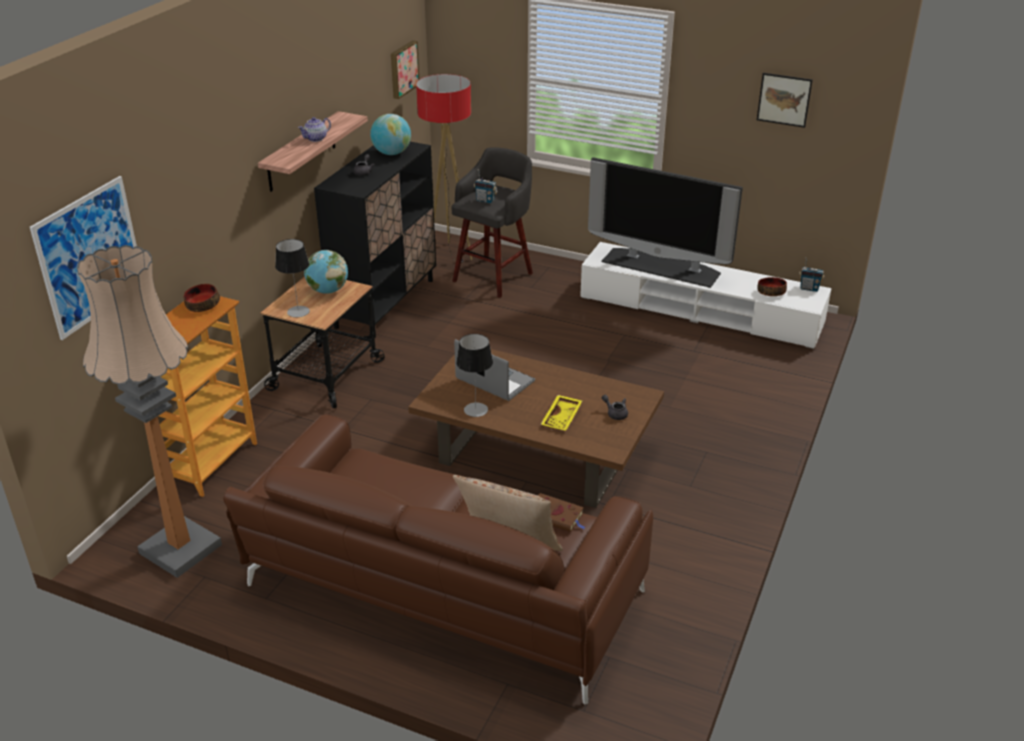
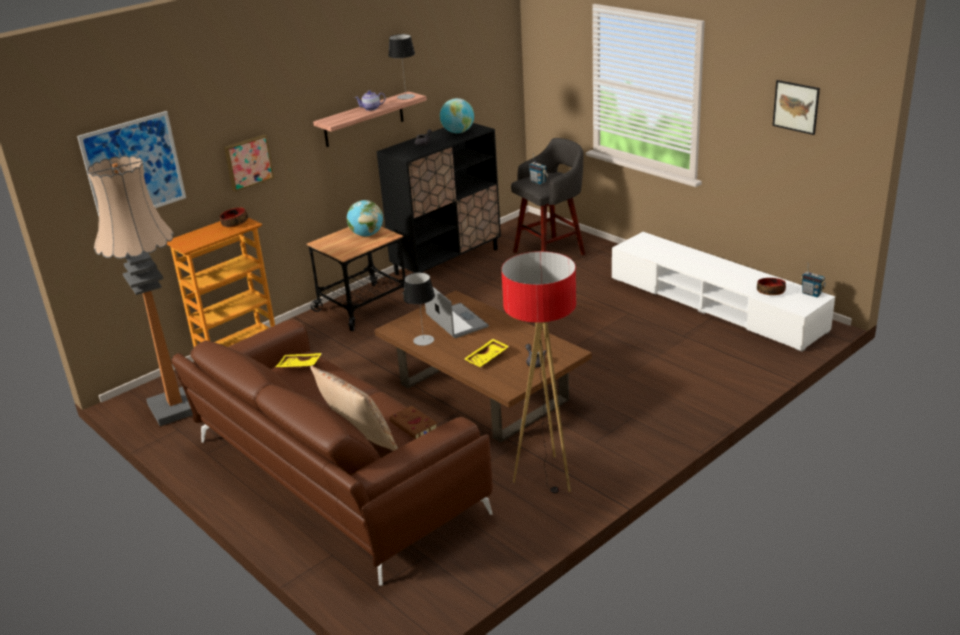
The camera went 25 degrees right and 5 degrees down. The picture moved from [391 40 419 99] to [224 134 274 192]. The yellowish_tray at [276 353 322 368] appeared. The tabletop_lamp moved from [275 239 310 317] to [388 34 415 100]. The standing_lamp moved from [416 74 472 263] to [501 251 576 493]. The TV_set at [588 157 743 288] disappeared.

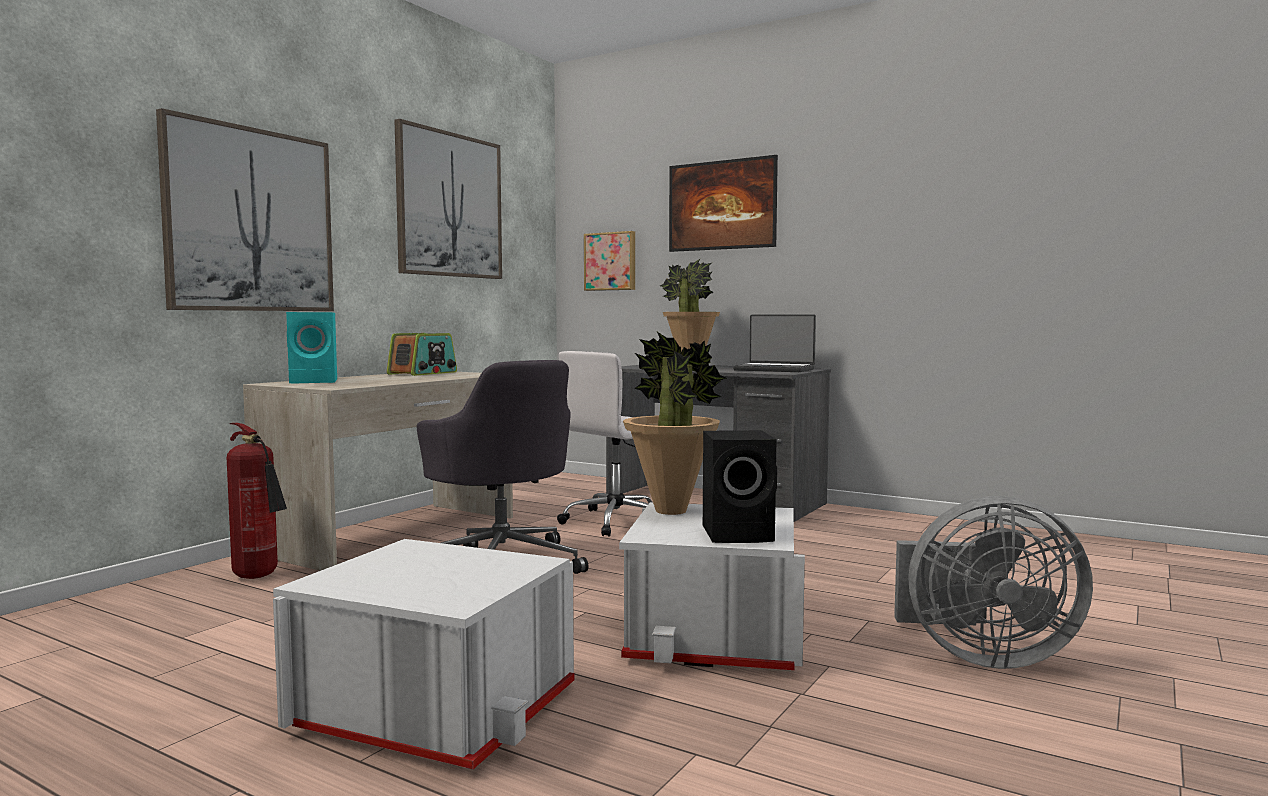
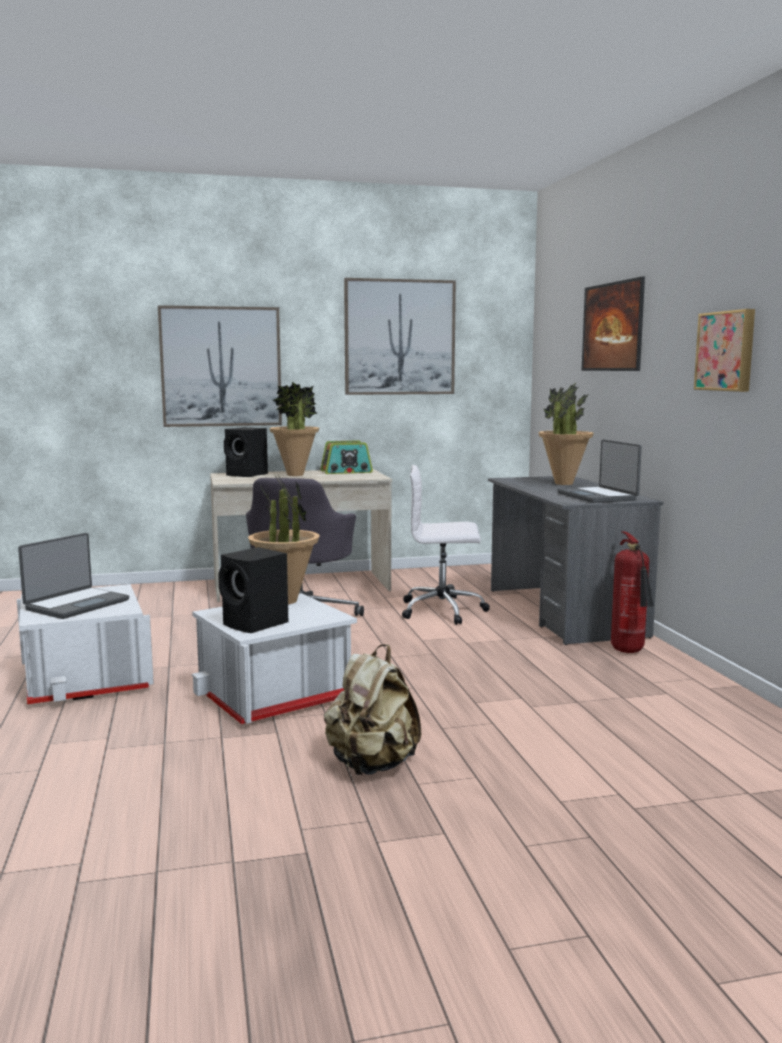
The camera went 45 degrees right and 5 degrees up. The laptop at [18 533 129 619] appeared. The turquoise-coloured_loudspeaker at [286 312 337 384] became the black_loudspeaker at [224 427 268 477]. The plant_in_a_pot at [269 381 319 476] appeared. The grey_electric_fan at [894 496 1093 669] was replaced by the beige-coloured_backpack at [324 644 421 775]. The fire-fighting_cylinder moved from [227 423 287 579] to [611 531 653 653]. The picture moved from [584 231 635 291] to [694 309 755 392].

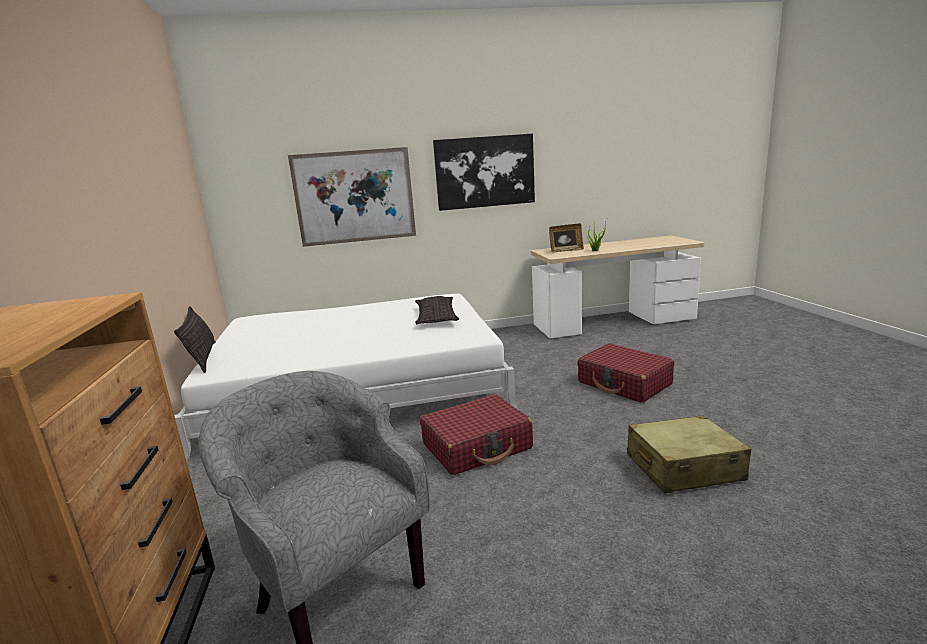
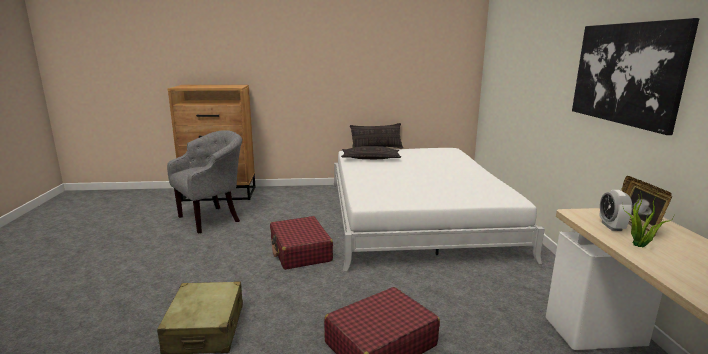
The camera went 95 degrees right and 0 degrees up. The cushion moved from [415 296 459 324] to [341 146 401 159]. The table_clock at [599 190 633 231] appeared. The picture at [288 147 416 247] disappeared.

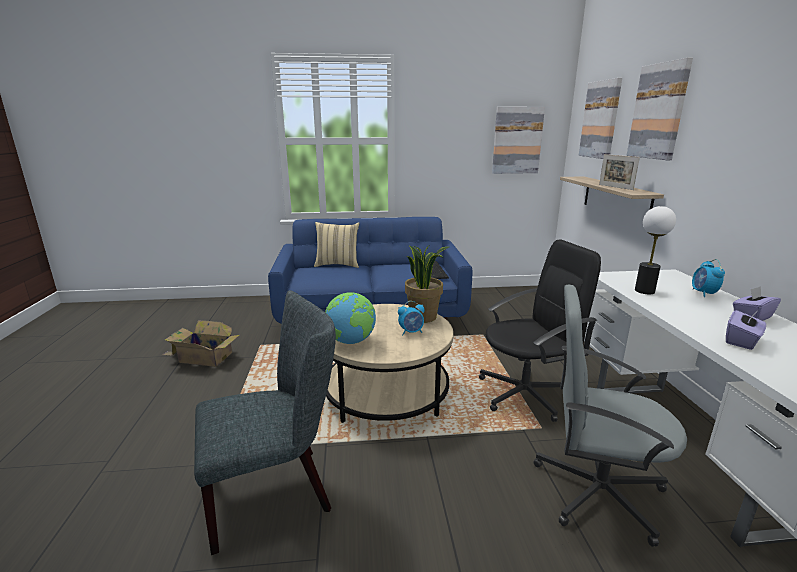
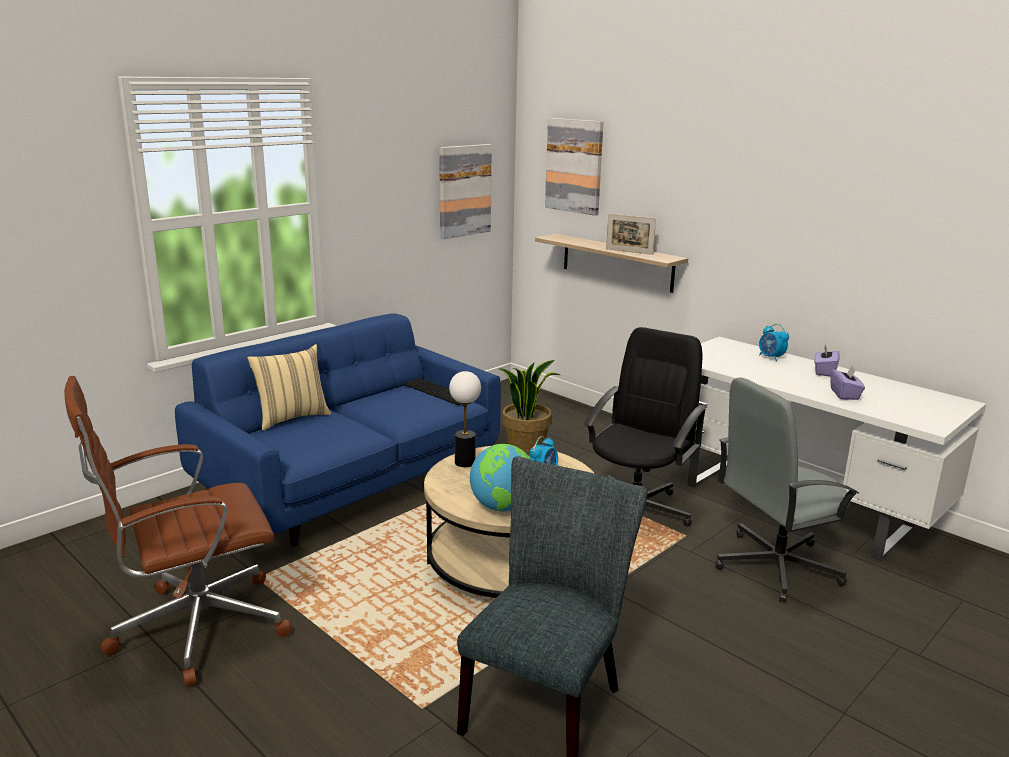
The camera went 40 degrees left and 0 degrees up. The carton at [162 320 240 367] was replaced by the brownish_office_chair at [64 376 292 687]. The tabletop_lamp moved from [635 206 676 294] to [449 371 481 467]. The picture at [627 58 693 160] disappeared.

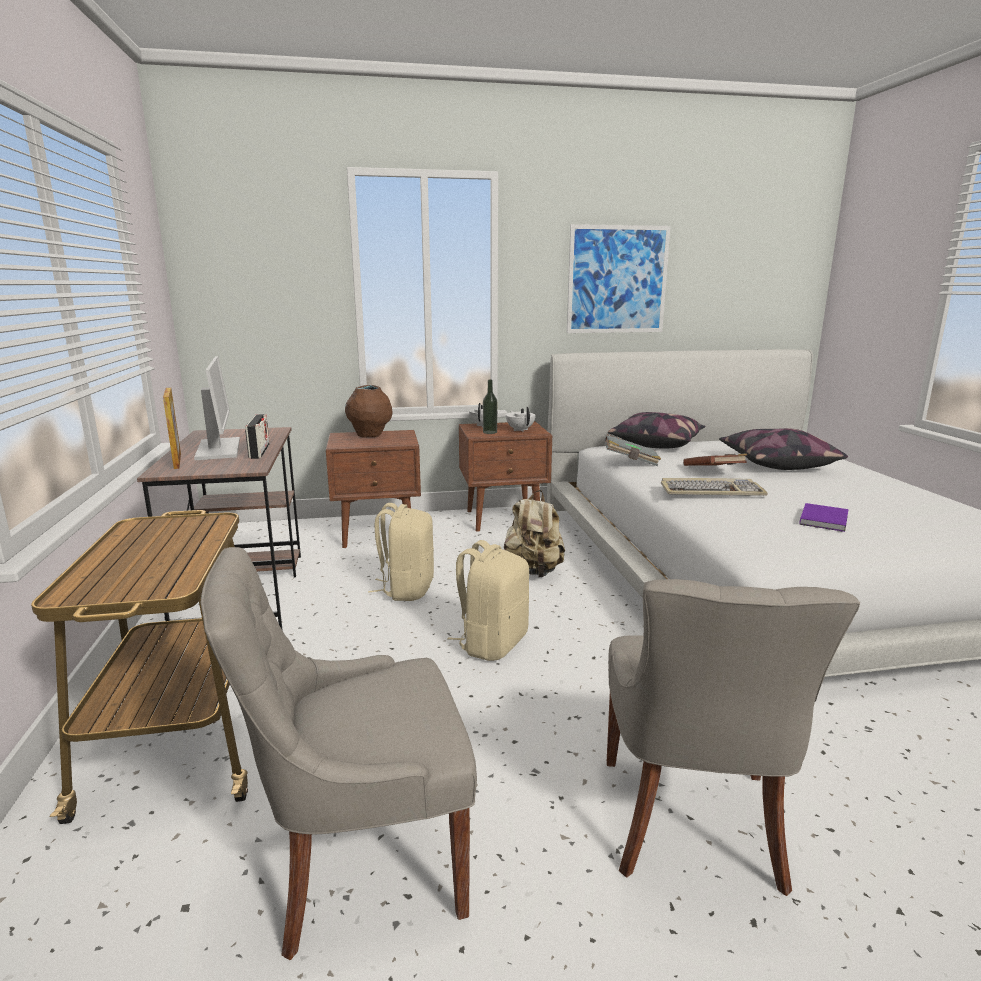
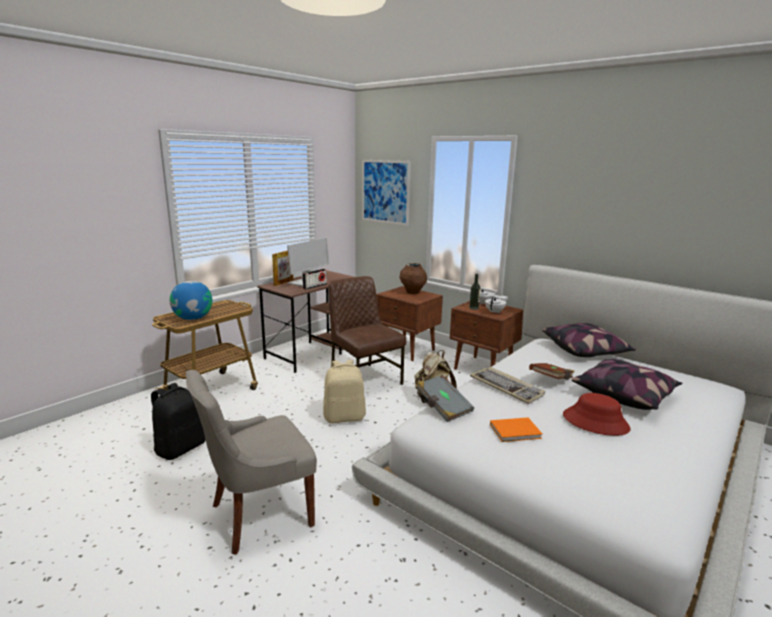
The camera went 50 degrees right and 0 degrees up. The grey_chair at [201 547 477 960] was replaced by the black_backpack at [151 383 205 460]. The world_globe at [170 281 212 320] appeared. The beige-coloured_backpack at [368 503 434 601] was replaced by the brownish_chair at [329 276 406 385]. The picture moved from [567 224 671 333] to [362 160 410 226]. The grey_book moved from [604 435 661 466] to [417 375 474 422]. The purple_book at [799 503 849 532] became the orange-coloured_book at [490 417 542 442]. The red_hat at [563 393 631 436] appeared.

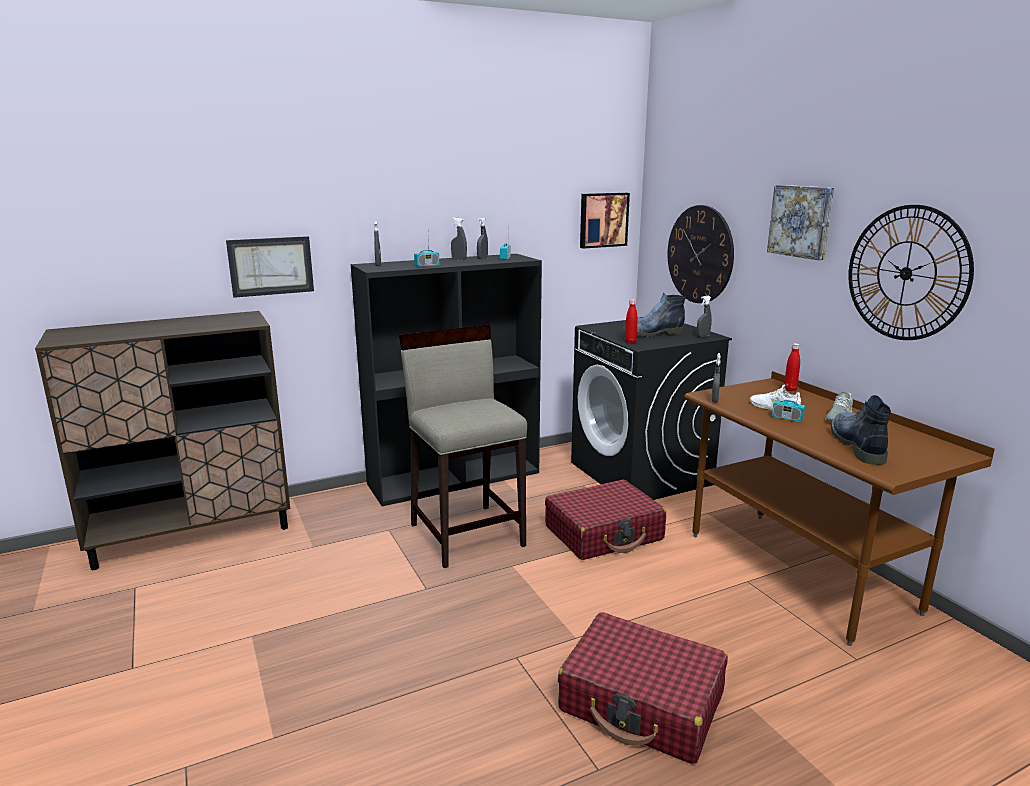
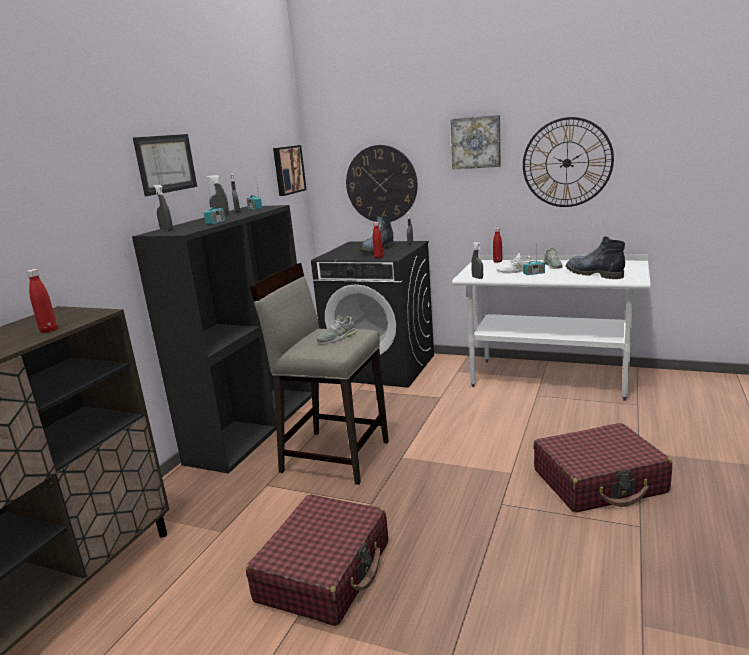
The camera went 40 degrees left and 0 degrees up. The red_bottle at [27 269 57 333] appeared. The picture moved from [226 236 314 298] to [133 134 197 196]. The red_suitcase moved from [545 480 666 560] to [246 494 388 626]. The grey_low_shoe at [317 315 357 343] appeared. The brownish_desk at [684 371 995 646] became the whitish_desk at [452 255 650 401].

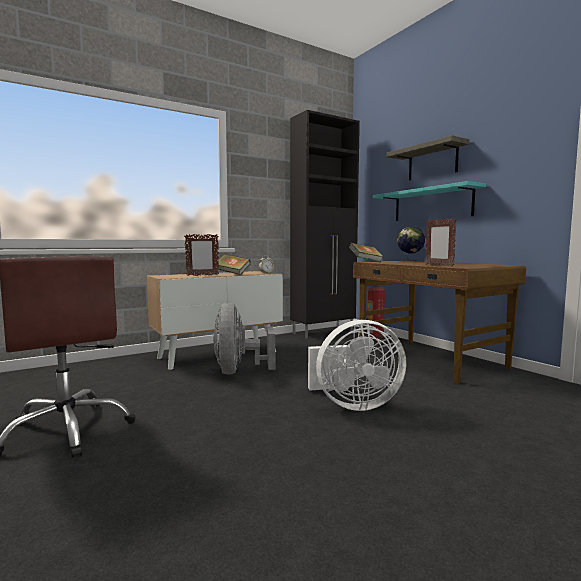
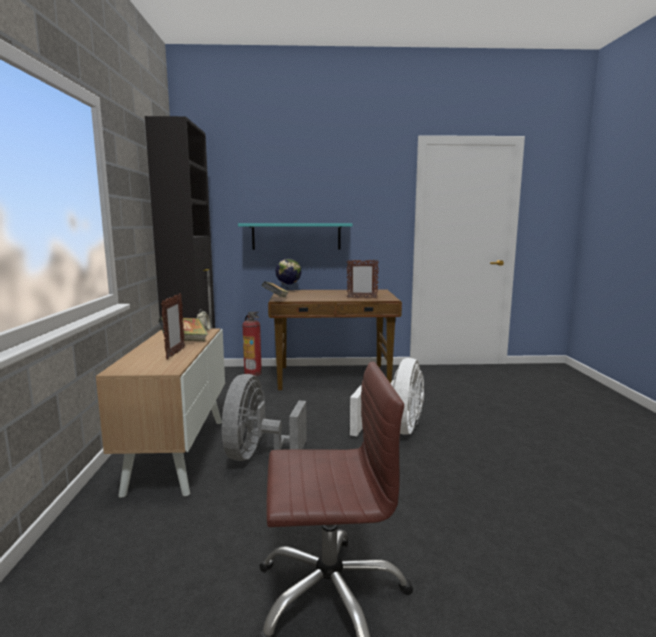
The camera went 60 degrees left and 5 degrees up. The grey_electric_fan at [213 302 275 374] turned 75 degrees clockwise. The bracket_shelf at [386 135 469 181] disappeared.

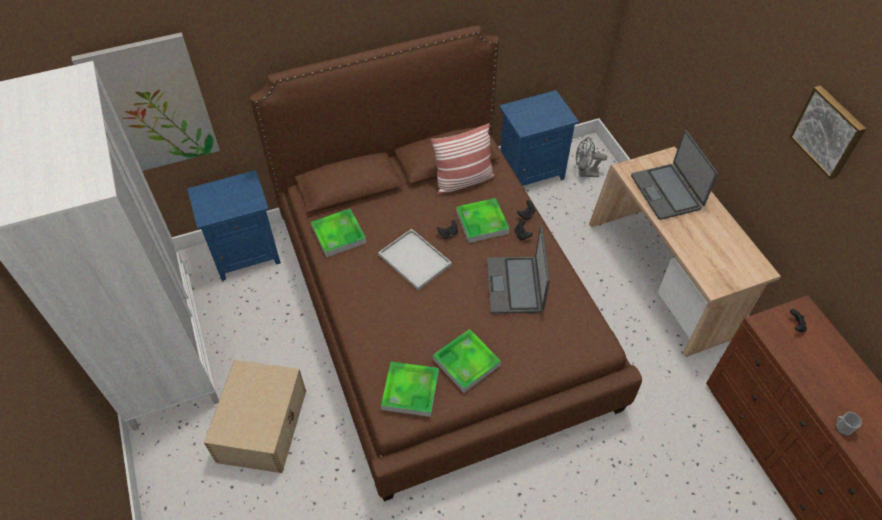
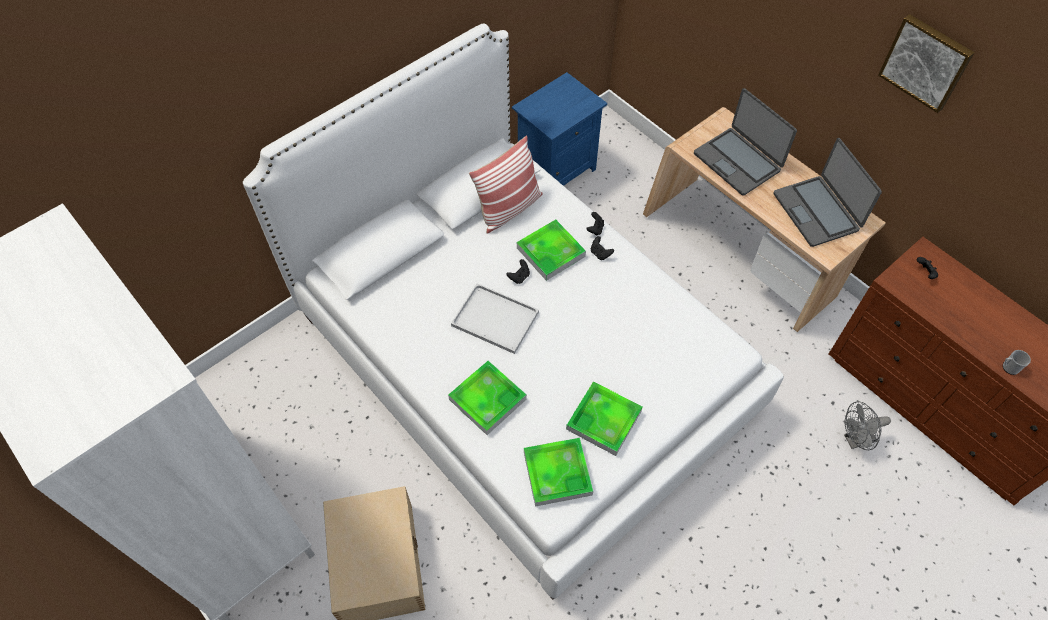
The camera went 20 degrees left and 5 degrees up. The brownish_sleeping_bed at [250 25 642 502] became the whitish_sleeping_bed at [243 24 784 600]. The tray moved from [311 209 366 257] to [448 361 527 435]. The laptop moved from [487 226 550 314] to [773 138 882 247]. The grey_electric_fan moved from [576 137 607 177] to [844 402 891 450]. The picture at [71 32 220 171] disappeared. The bluish_night_table at [187 170 281 281] disappeared.

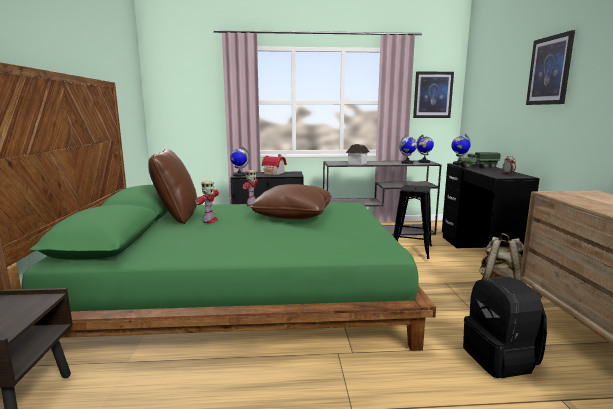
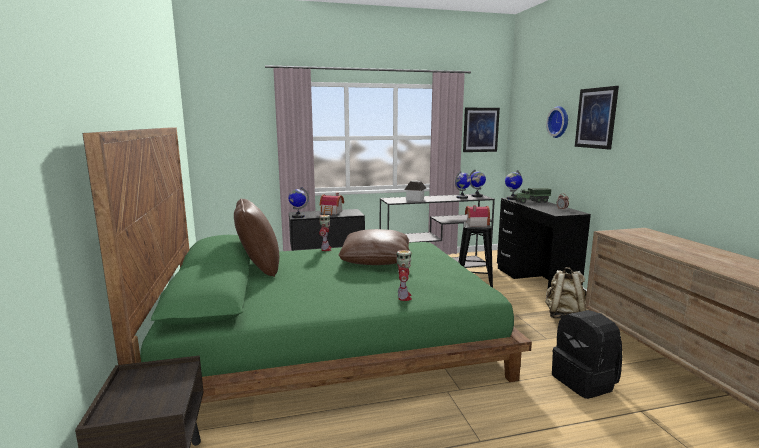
The camera went 10 degrees left and 0 degrees up. The model_robot moved from [195 181 219 223] to [396 250 412 301]. The miniature_house at [465 205 490 227] appeared. The hanging_clock at [546 106 568 138] appeared.

